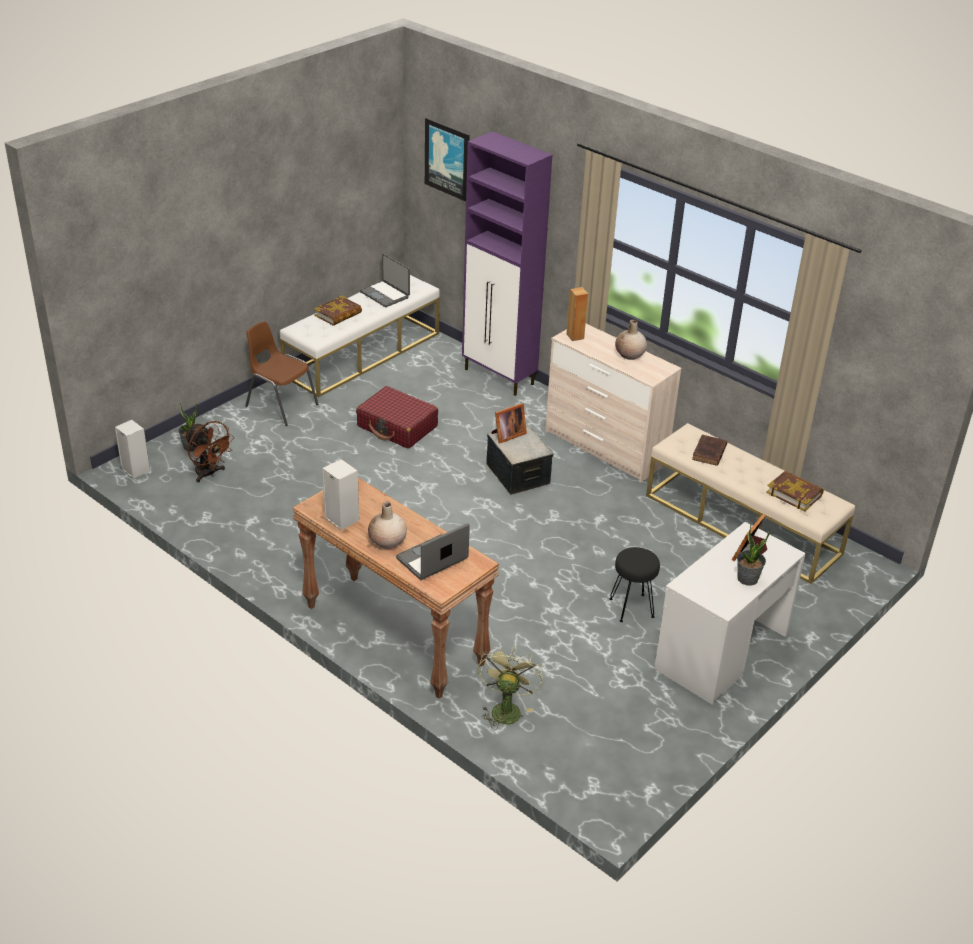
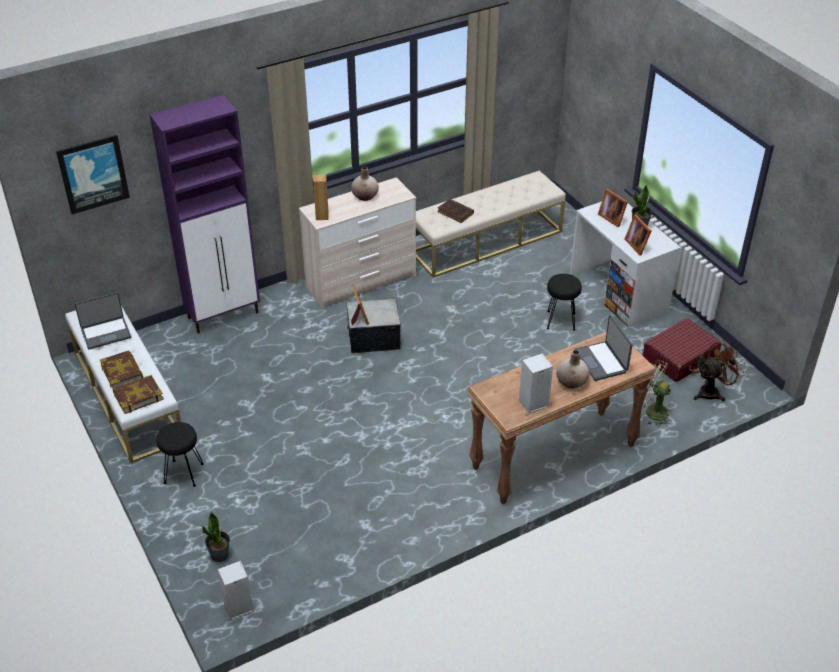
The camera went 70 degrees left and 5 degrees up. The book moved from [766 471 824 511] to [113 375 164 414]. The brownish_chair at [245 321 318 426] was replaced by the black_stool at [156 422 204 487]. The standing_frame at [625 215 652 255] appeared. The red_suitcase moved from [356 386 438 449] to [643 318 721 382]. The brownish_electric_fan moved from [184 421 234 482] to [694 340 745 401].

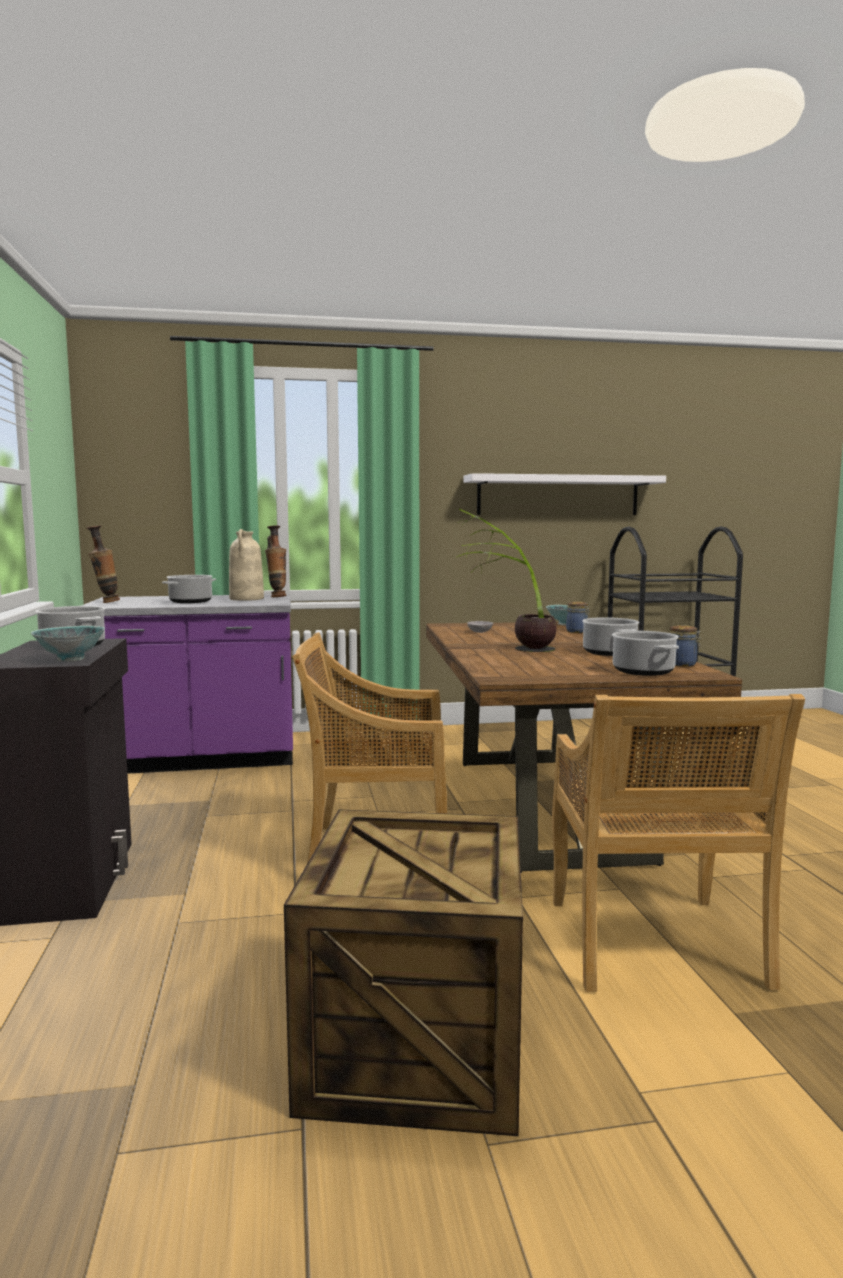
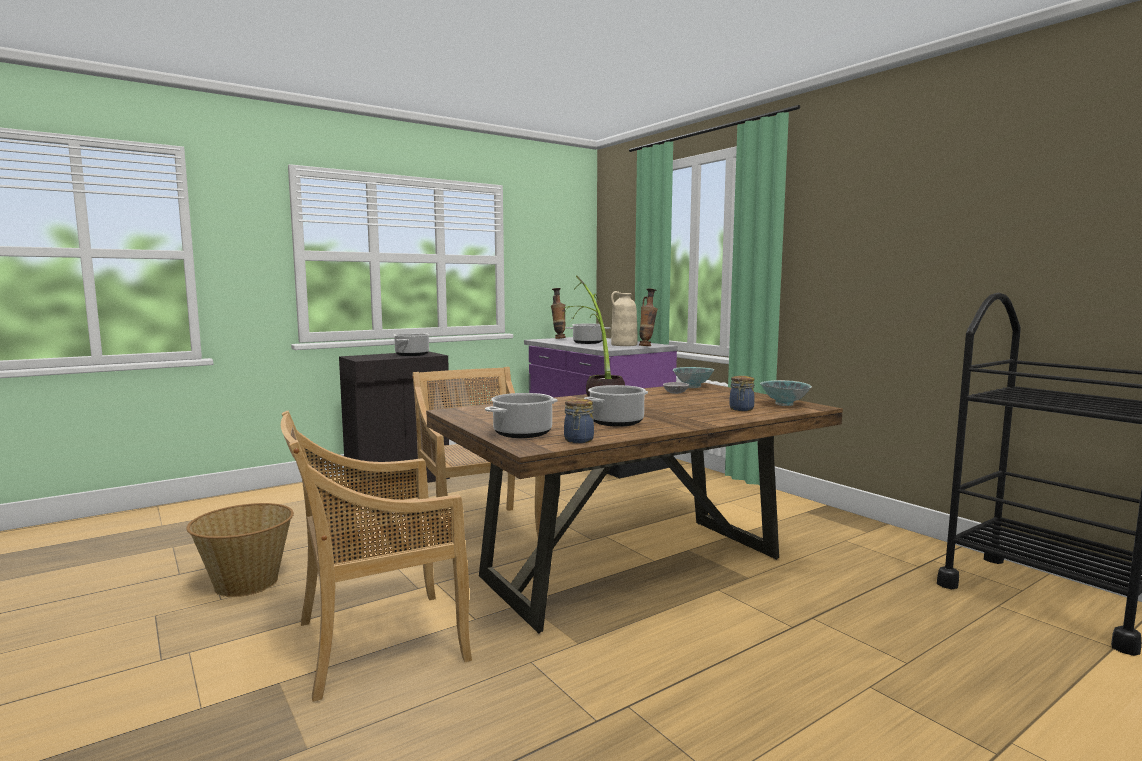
The camera went 65 degrees right and 0 degrees up. The crate at [284 809 523 1136] was replaced by the storage_basket at [186 503 294 597]. The deep_dish moved from [31 626 105 662] to [673 367 714 388]. The whitish_bracket_shelf at [463 473 666 515] disappeared.

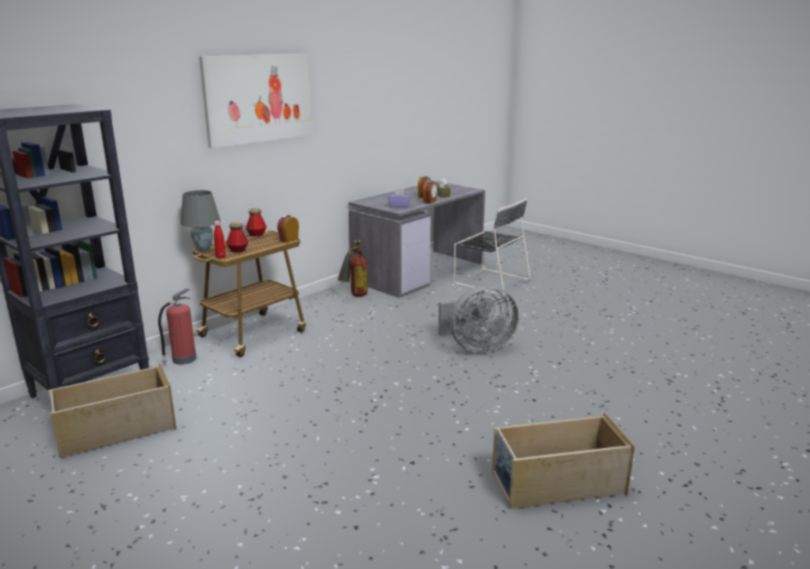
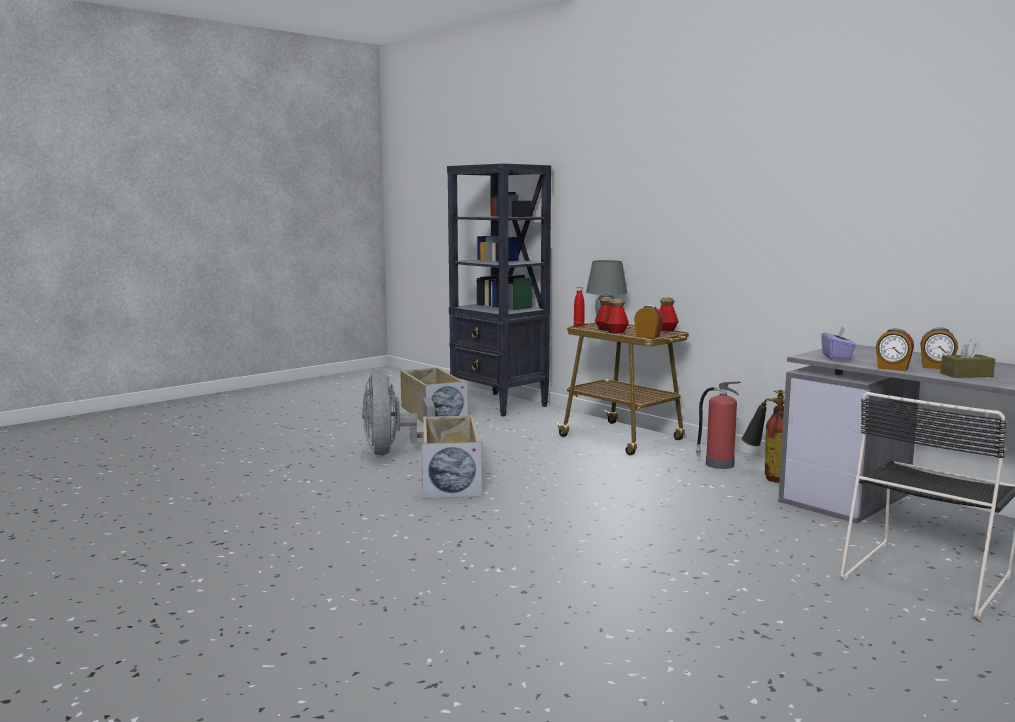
The camera went 95 degrees right and 10 degrees down. The grey_electric_fan moved from [438 285 518 353] to [362 371 435 455]. The beige-coloured_storage_bin moved from [492 412 635 509] to [422 415 483 499]. The bottle at [604 299 629 333] appeared. The fire-fighting_cylinder moved from [158 288 196 365] to [696 381 741 469]. The picture at [199 54 312 148] disappeared.

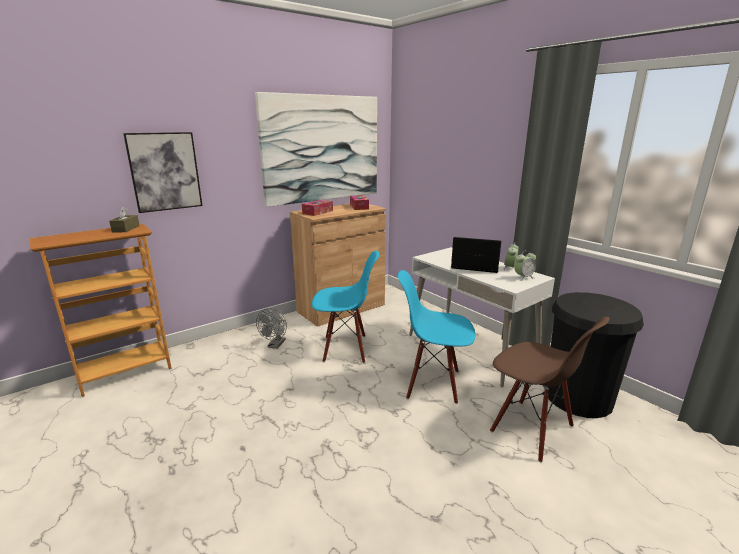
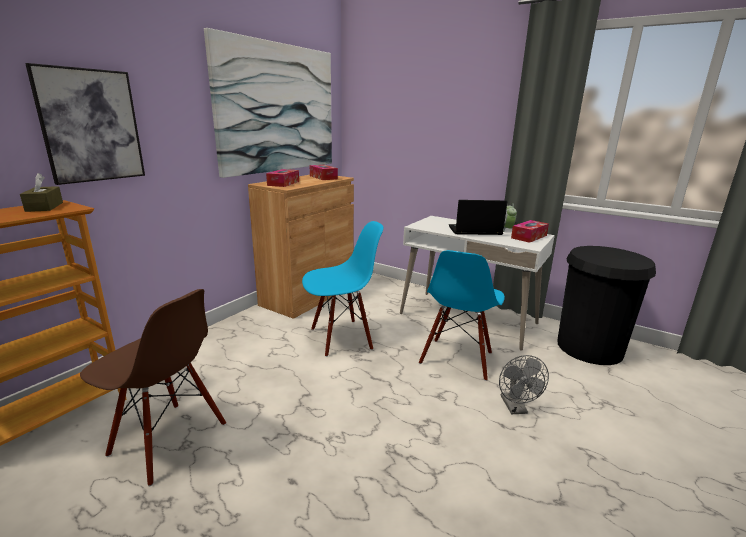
The camera went 20 degrees left and 0 degrees up. The brownish_chair moved from [490 317 610 462] to [80 289 226 486]. The bluish_chair at [398 270 475 404] turned 60 degrees counterclockwise. The grey_electric_fan moved from [256 308 287 349] to [499 355 549 414]. The table_clock at [514 250 536 281] was replaced by the box_of_tissues at [511 220 549 243].

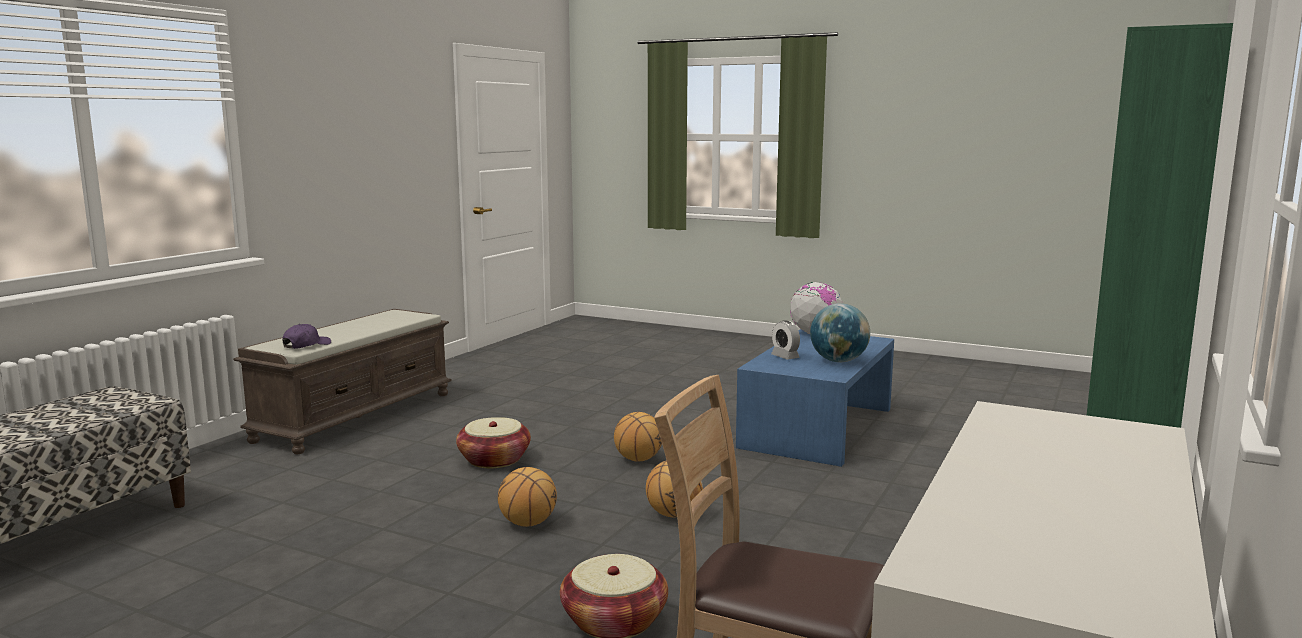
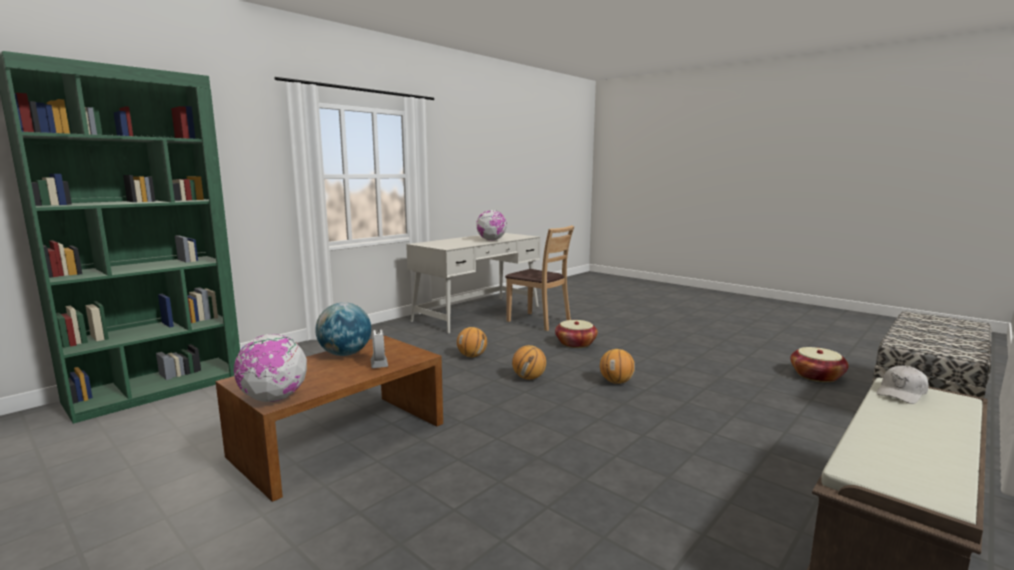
The camera went 165 degrees left and 0 degrees up. The bluish_lounge_table at [736 329 894 467] became the brownish_lounge_table at [215 336 443 502]. The basketball moved from [614 412 662 461] to [457 327 487 357]. The world_globe at [477 210 507 241] appeared. The storage_basket moved from [456 417 531 468] to [790 347 849 382]. The purple_cap at [282 324 331 349] became the whitish_cap at [877 366 929 404].

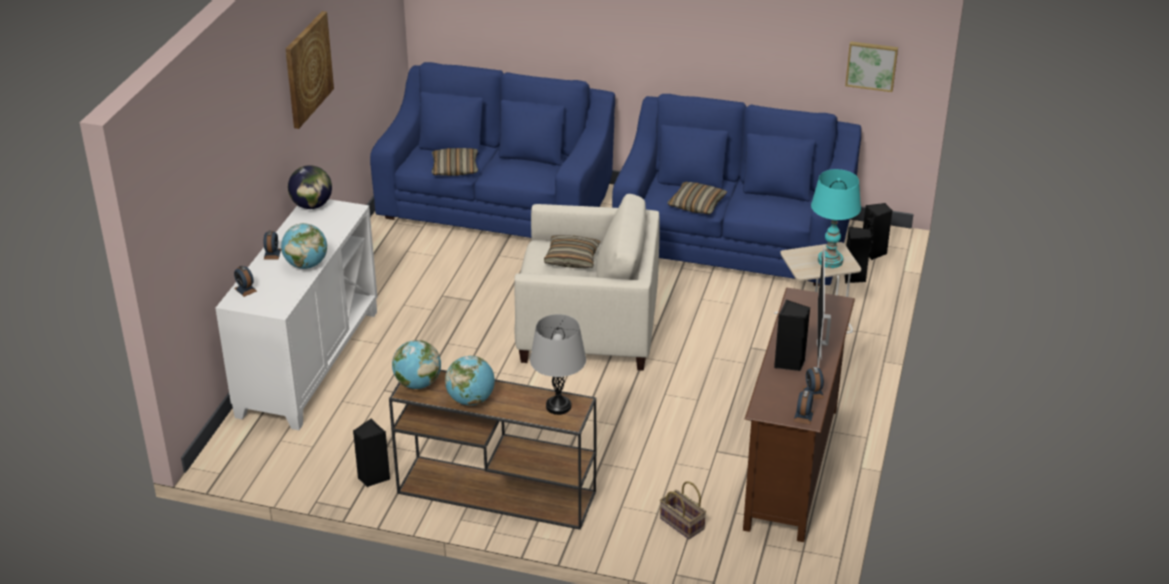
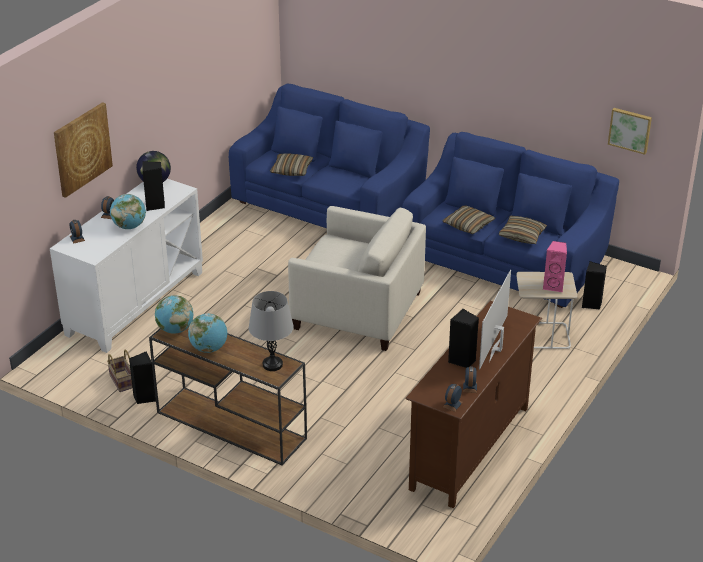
The camera went 15 degrees right and 0 degrees up. The picture moved from [285 11 334 129] to [54 102 113 198]. The storage_basket moved from [660 481 706 539] to [107 350 132 392]. The black_loudspeaker moved from [863 203 893 260] to [142 161 165 211]. The cushion moved from [544 235 601 268] to [498 216 547 244]. The turquoise-coloured_tabletop_lamp at [811 169 861 268] was replaced by the pink_loudspeaker at [543 241 567 292].

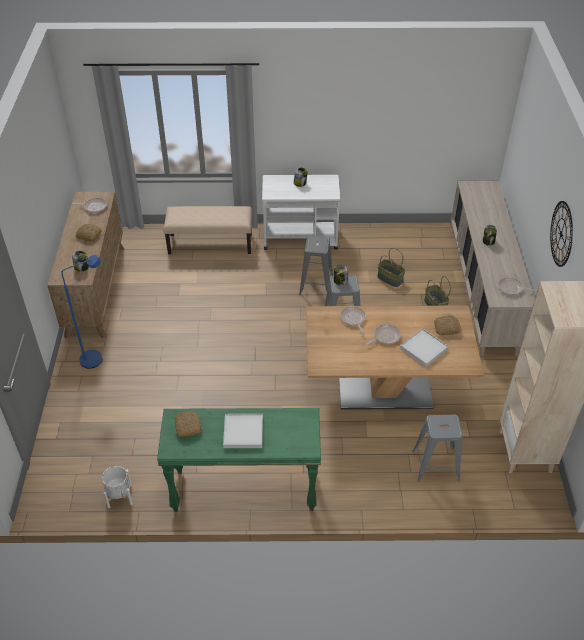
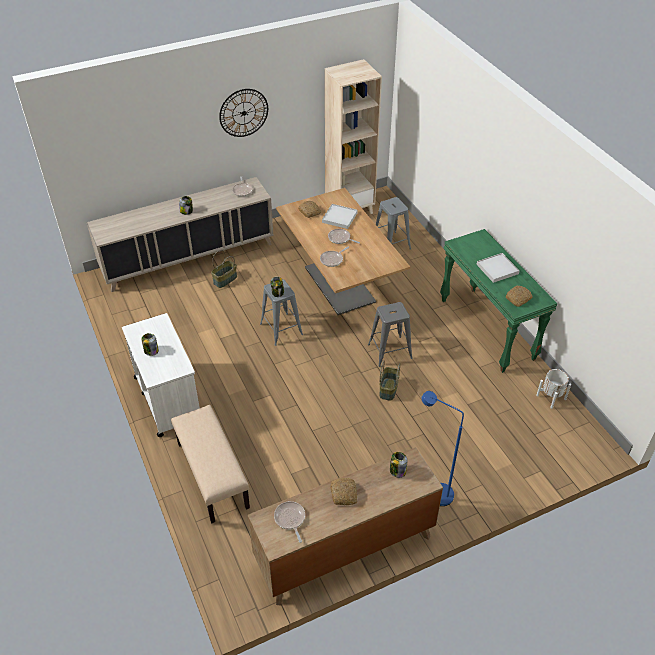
The camera went 115 degrees left and 0 degrees up. The grey_stool moved from [299 235 333 295] to [368 302 413 367]. The storage_basket moved from [377 248 405 287] to [379 360 400 401].

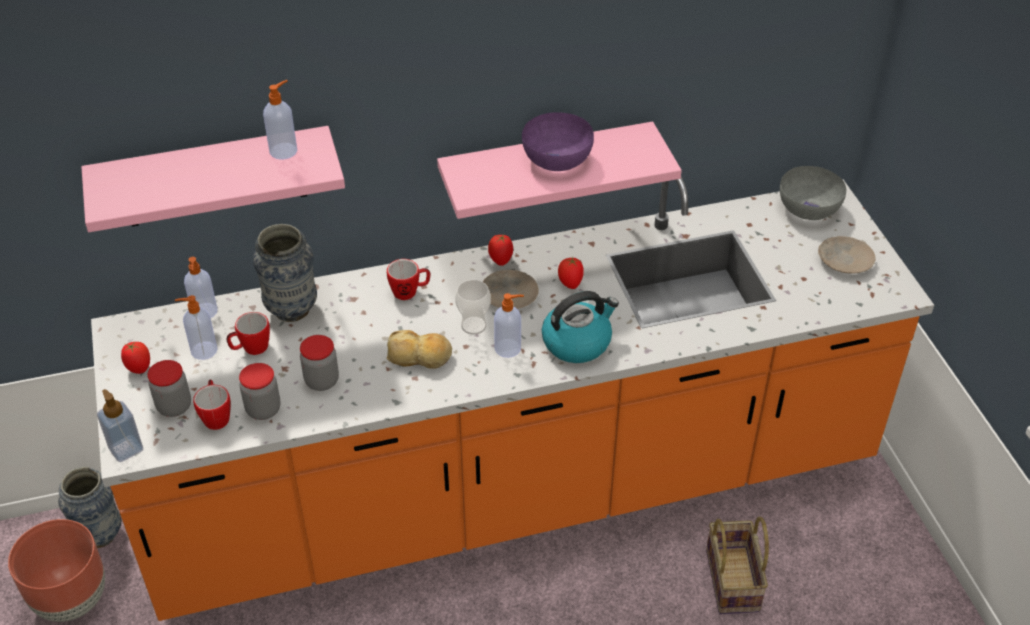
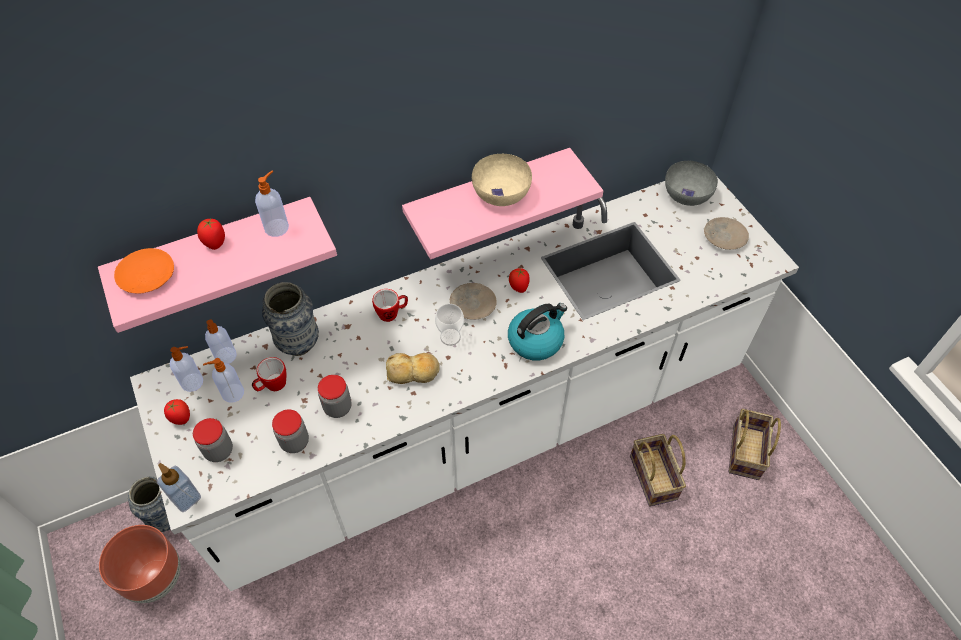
The camera went 10 degrees left and 10 degrees up. The orange-coloured_flat_dish at [114 248 174 293] appeared. The orange-coloured_counter at [91 176 934 621] became the whitish_counter at [130 177 799 591]. The liquid_soap_bottle moved from [494 293 524 358] to [170 346 203 392]. The fresh_tomato moved from [488 234 513 266] to [197 219 225 250]. The purple_deep_dish at [522 112 594 171] became the beige-coloured_deep_dish at [472 154 532 206]. The storage_basket at [728 409 781 480] appeared. The tea_mug at [193 380 231 430] disappeared.

